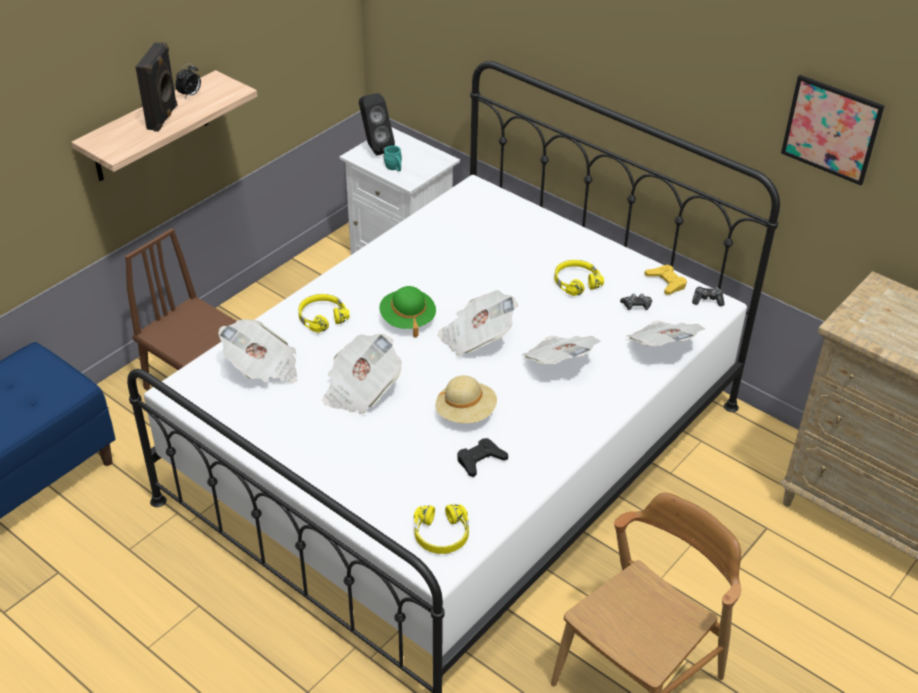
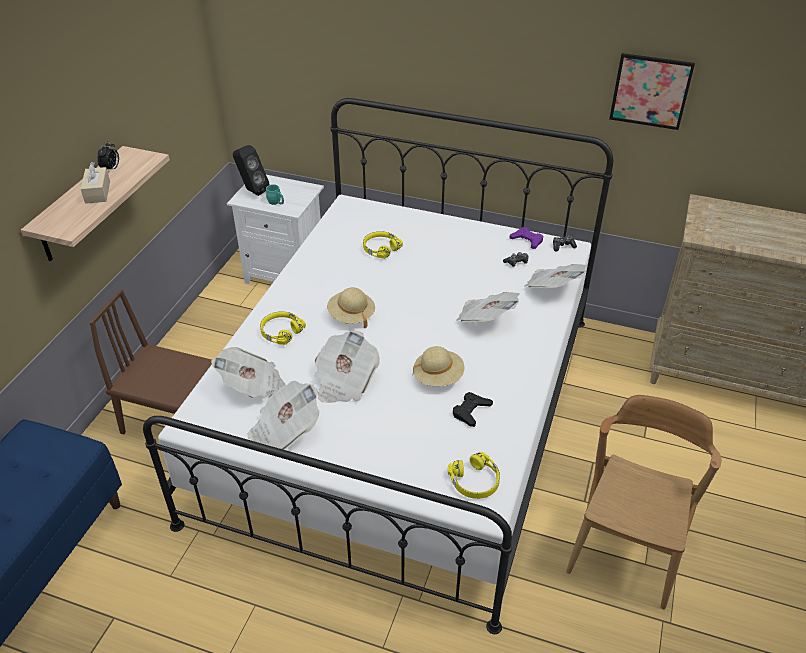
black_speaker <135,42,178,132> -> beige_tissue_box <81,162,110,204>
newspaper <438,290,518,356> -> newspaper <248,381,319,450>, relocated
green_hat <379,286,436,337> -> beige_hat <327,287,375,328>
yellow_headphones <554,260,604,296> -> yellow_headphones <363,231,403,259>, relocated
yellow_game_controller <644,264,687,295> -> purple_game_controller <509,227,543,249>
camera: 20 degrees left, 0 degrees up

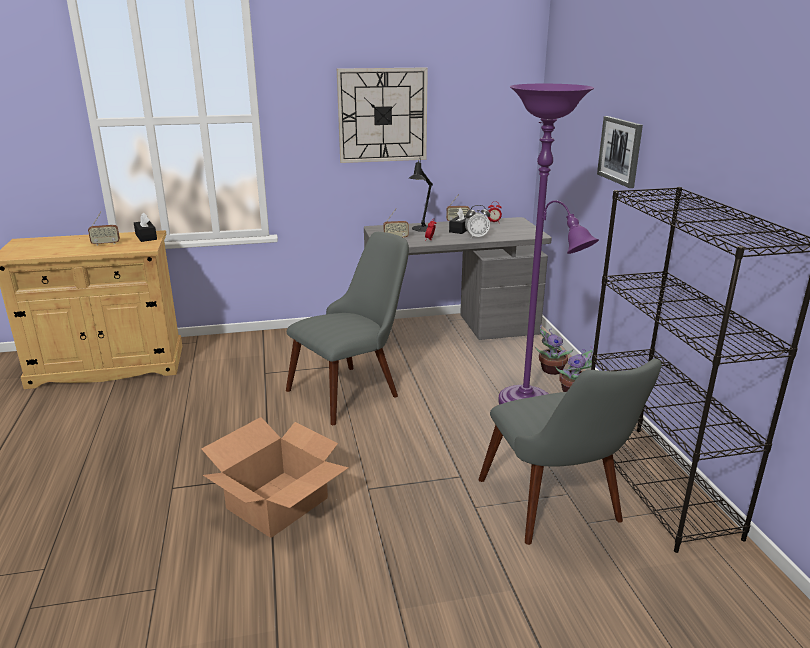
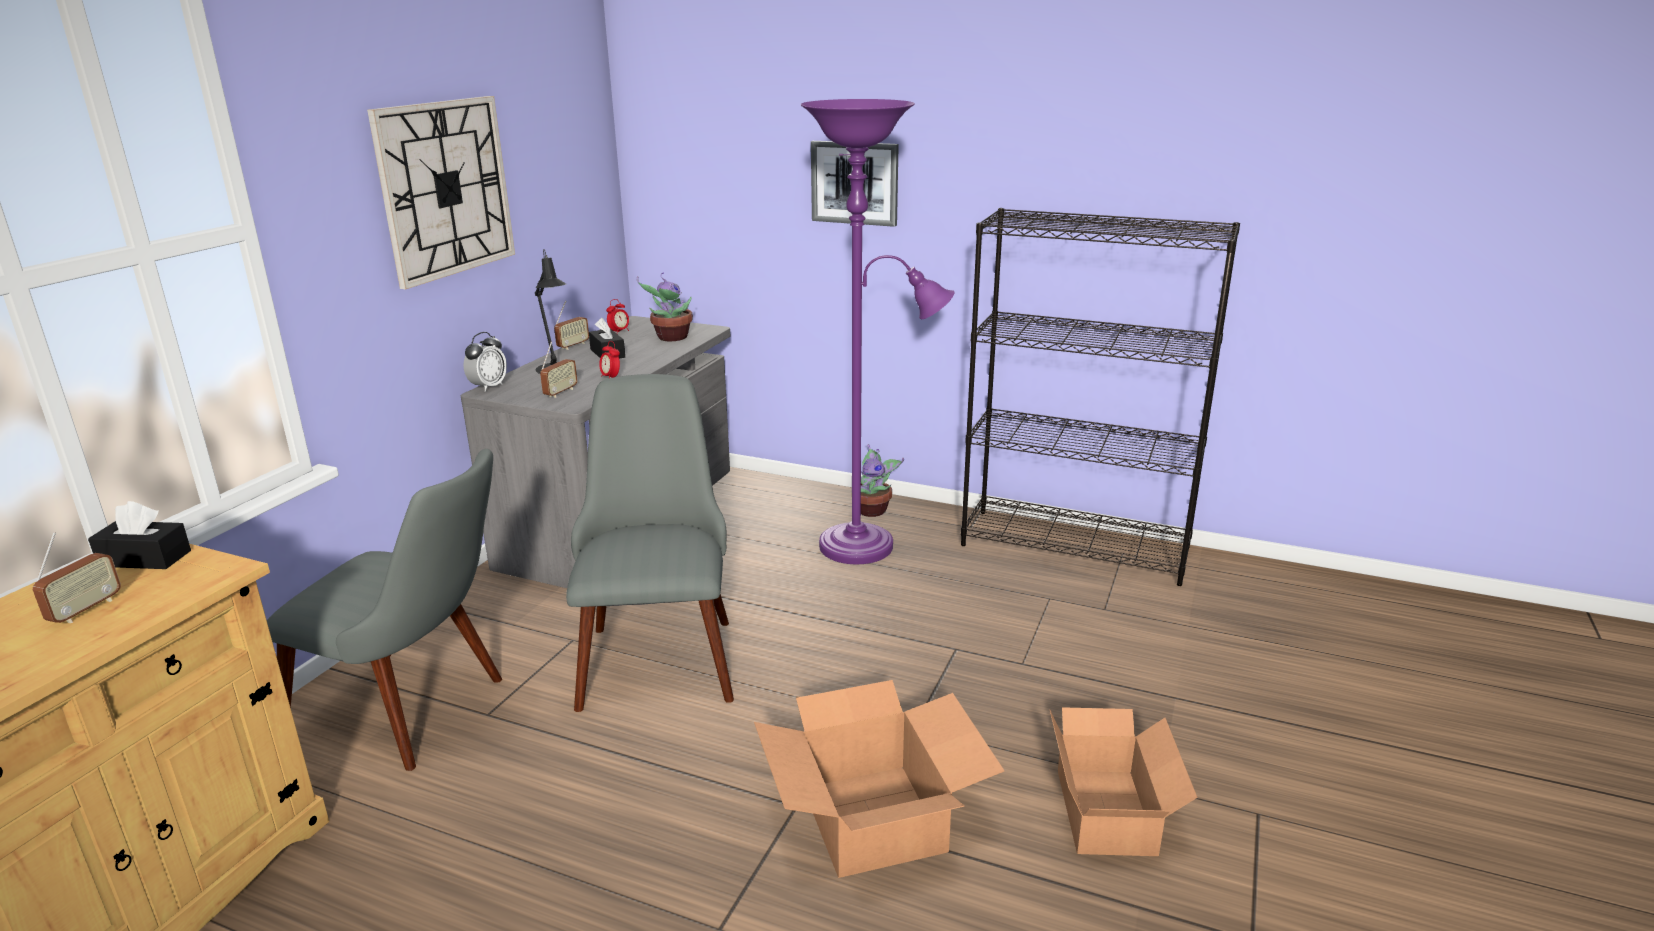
grey_chair <478,359,662,545> -> grey_chair <267,449,502,771>, relocated
alarm_clock <465,205,490,238> -> alarm_clock <463,332,507,392>, relocated
potted_plant <535,325,574,375> -> potted_plant <636,272,693,341>, relocated
none -> cardboard_box <1049,707,1198,856>
camera: 55 degrees left, 0 degrees up

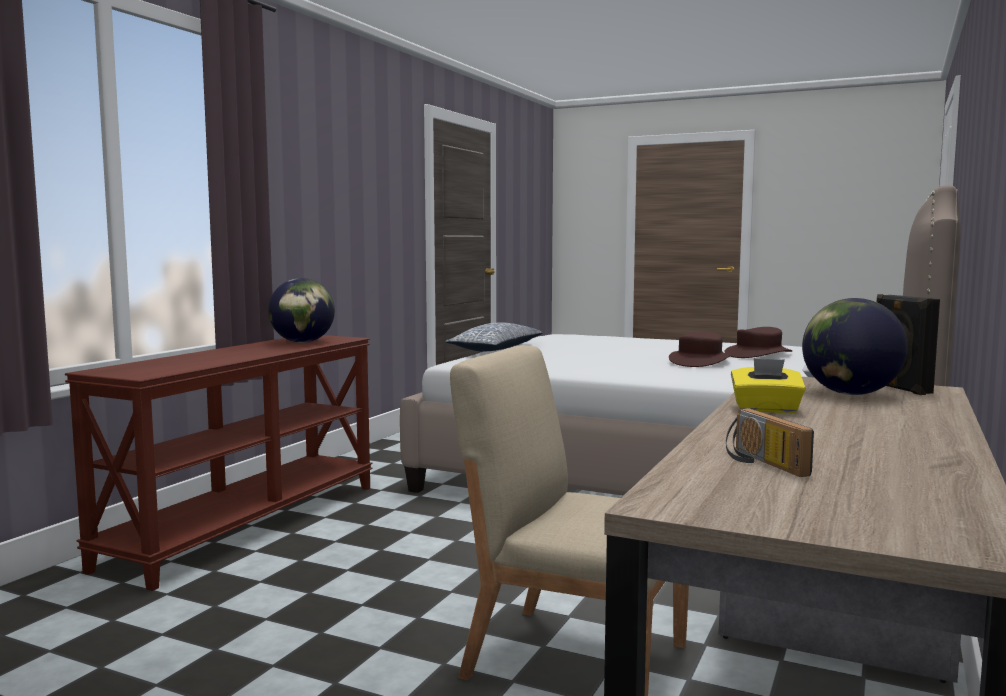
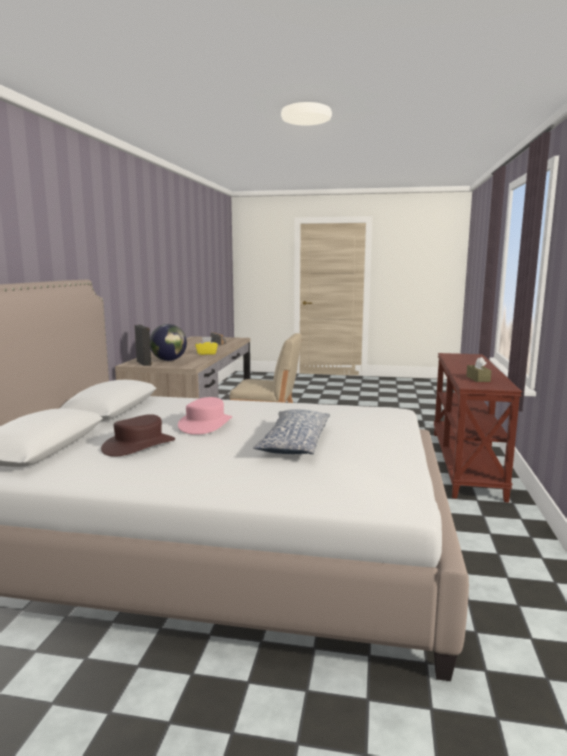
brown_hat <669,331,731,367> -> pink_hat <178,397,232,435>
pillow <445,322,543,351> -> pillow <253,409,330,454>, relocated
globe <268,278,335,343> -> brown_tissue_box <466,357,492,382>
camera: 165 degrees right, 5 degrees up

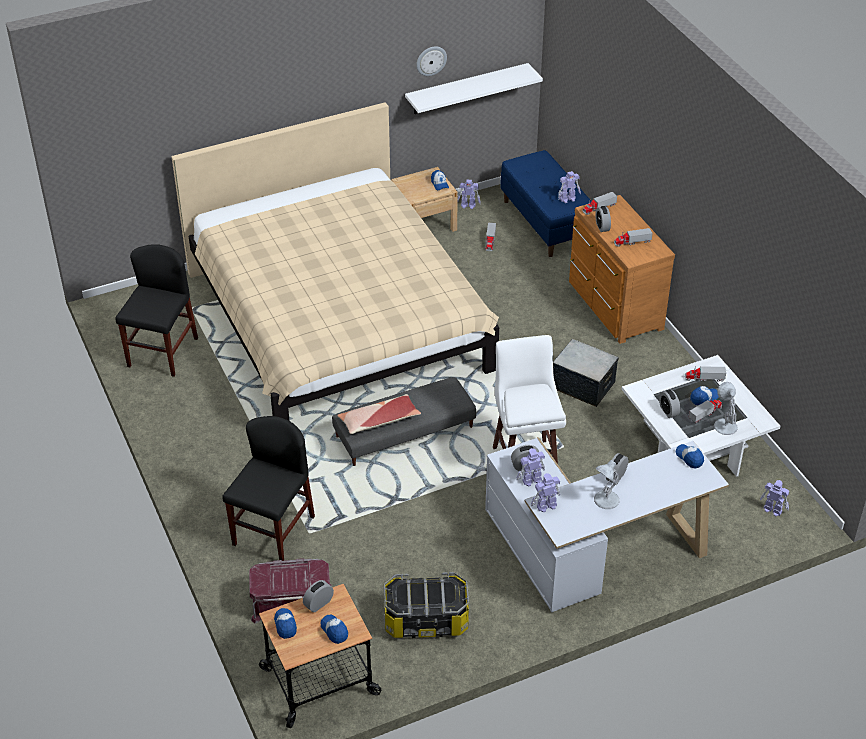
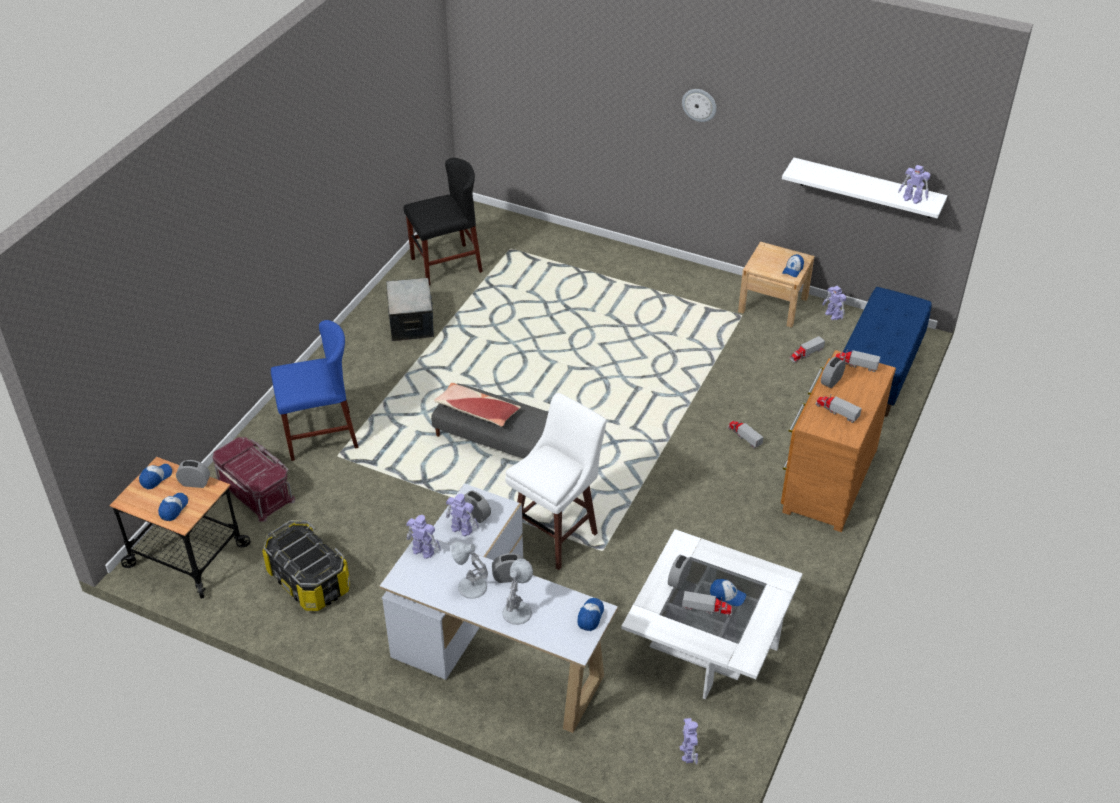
black_chair <222,416,315,561> -> blue_chair <271,320,358,461>
storage_box <553,339,619,407> -> storage_box <386,278,434,341>, relocated
white_table_lamp <714,382,738,435> -> white_table_lamp <502,559,533,625>, relocated
wall_clock <416,46,447,76> -> wall_clock <682,89,717,122>, relocated
toy_truck <685,366,726,382> -> toy_truck <728,420,763,449>, relocated
toy_robot <558,171,581,203> -> toy_robot <898,165,930,204>, relocated
beige_bed <172,103,499,421> -> none
camera: 50 degrees right, 0 degrees up

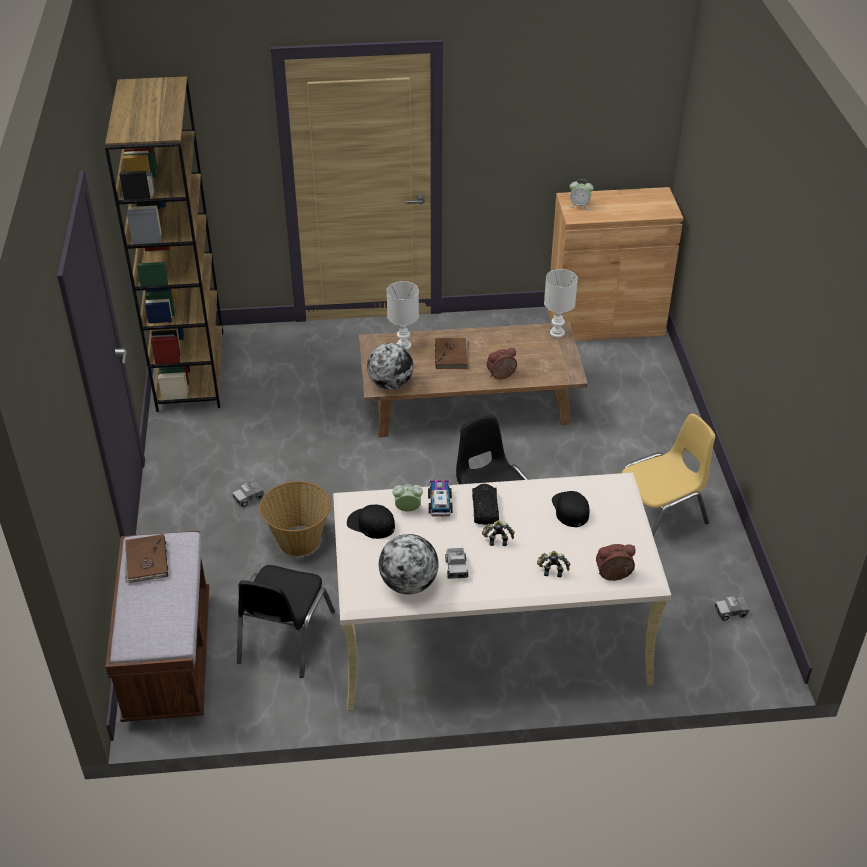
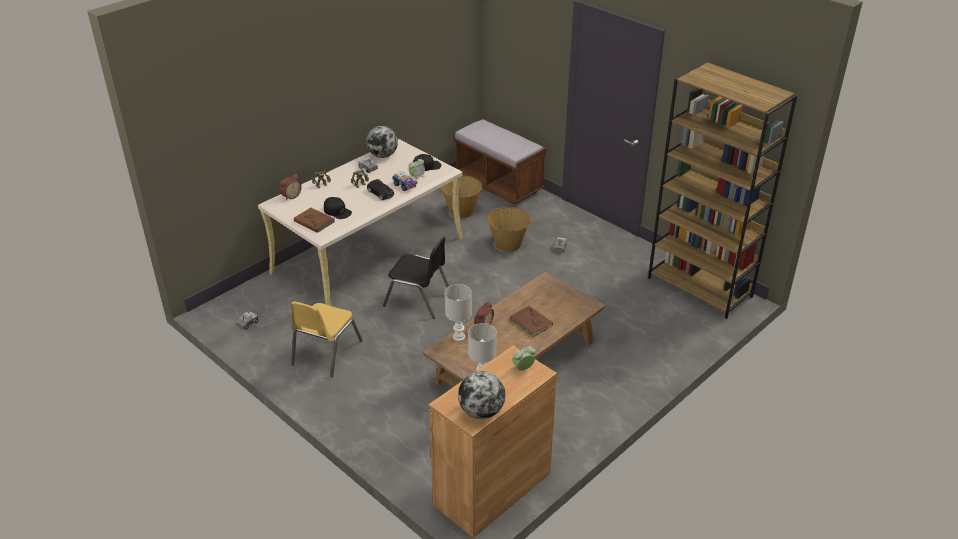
brown_book <125,534,168,583> -> brown_book <294,207,335,233>, relocated
black_chair <237,565,335,678> -> basket <440,175,482,218>
white_table_lamp <387,281,419,350> -> white_table_lamp <445,284,472,341>, relocated
globe <367,343,414,390> -> globe <458,371,505,419>, relocated
camera: 140 degrees right, 5 degrees down

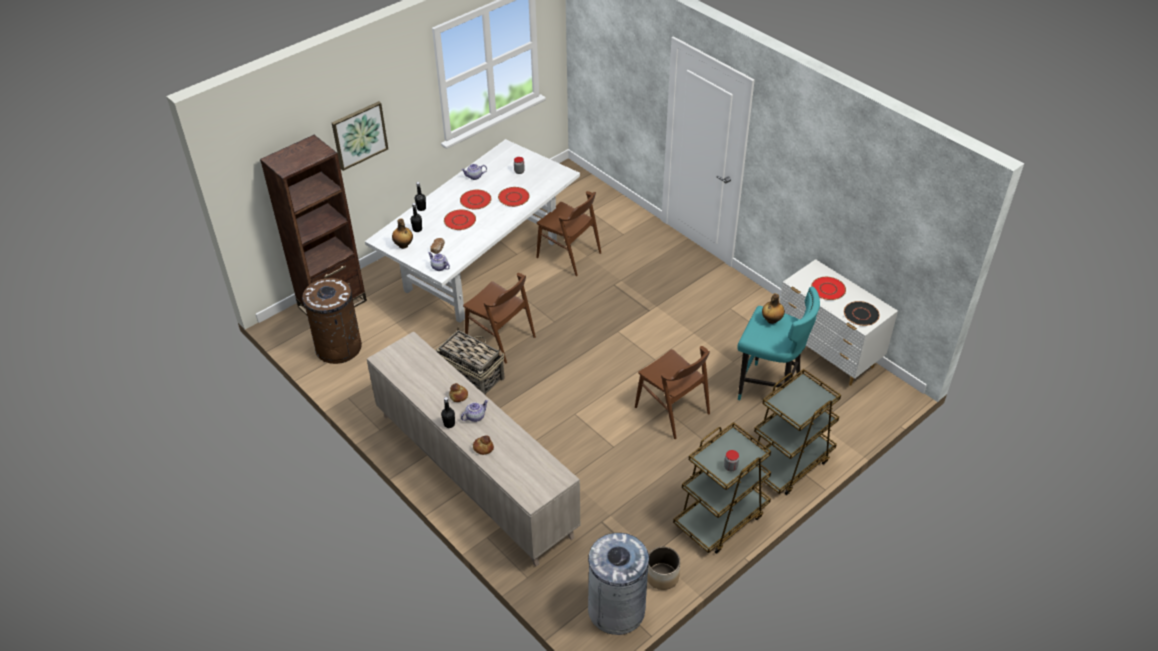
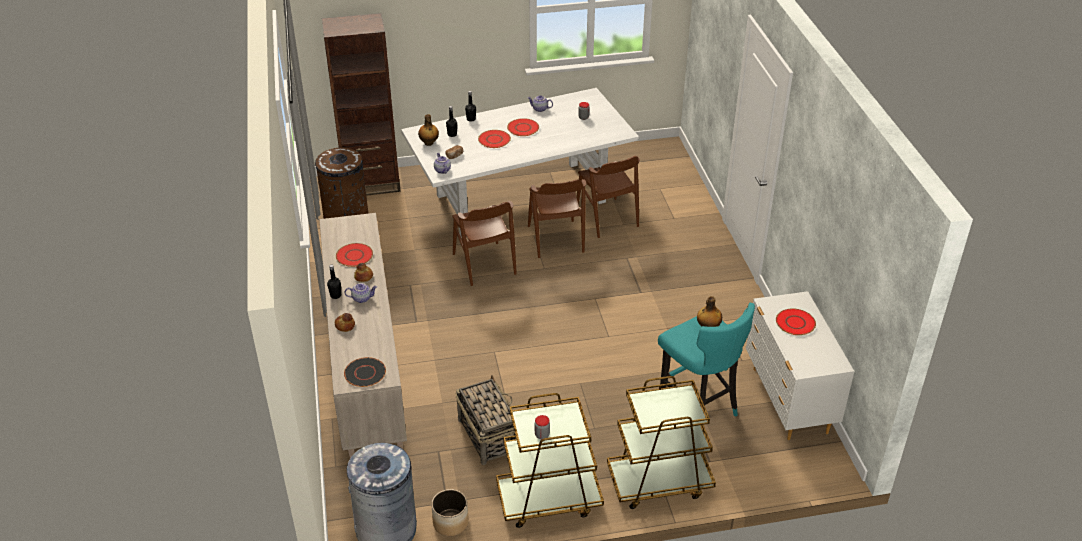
red_plate <498,187,530,207> -> red_plate <336,243,373,267>, relocated
black_plate <844,301,880,326> -> black_plate <344,357,386,387>, relocated
basket <436,327,505,394> -> basket <455,375,516,465>, relocated
brown_chair <635,346,710,439> -> brown_chair <528,179,586,258>, relocated
picture <332,101,388,171> -> none
camera: 30 degrees right, 5 degrees down

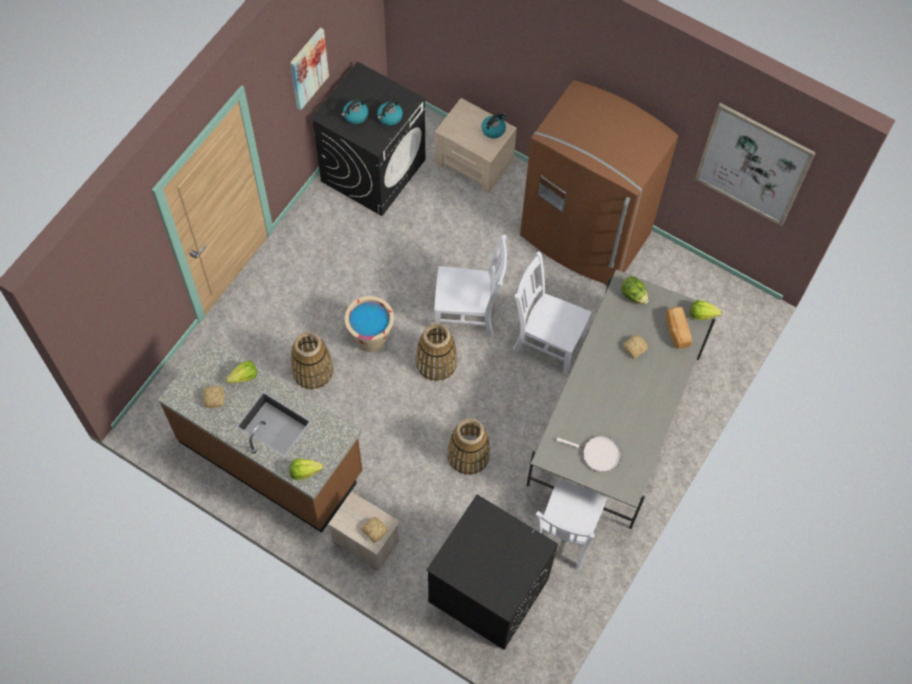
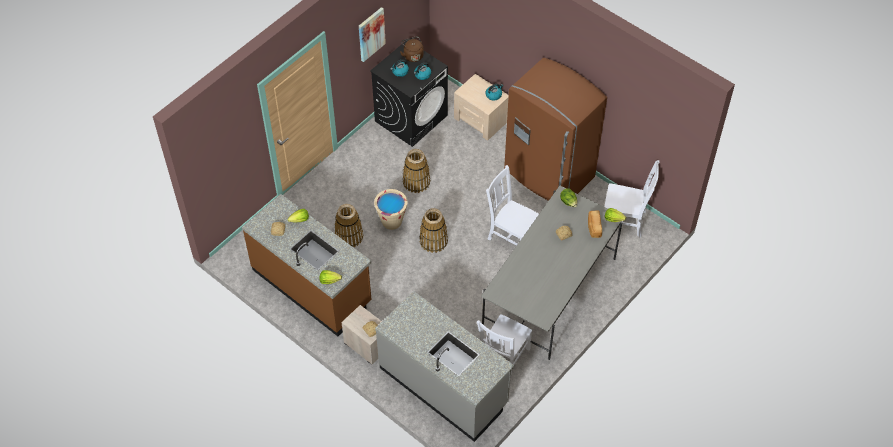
black_washing_machine <426,494,558,650> -> grey_counter <375,291,514,442>
none -> brown_kettle <400,36,424,62>
basket <447,418,490,475> -> basket <403,149,430,193>, relocated
white_chair <434,234,507,337> -> white_chair <605,160,659,237>, relocated
white_frying_pan <557,436,621,472> -> none
picture <695,103,816,226> -> none
camera: 10 degrees right, 10 degrees down

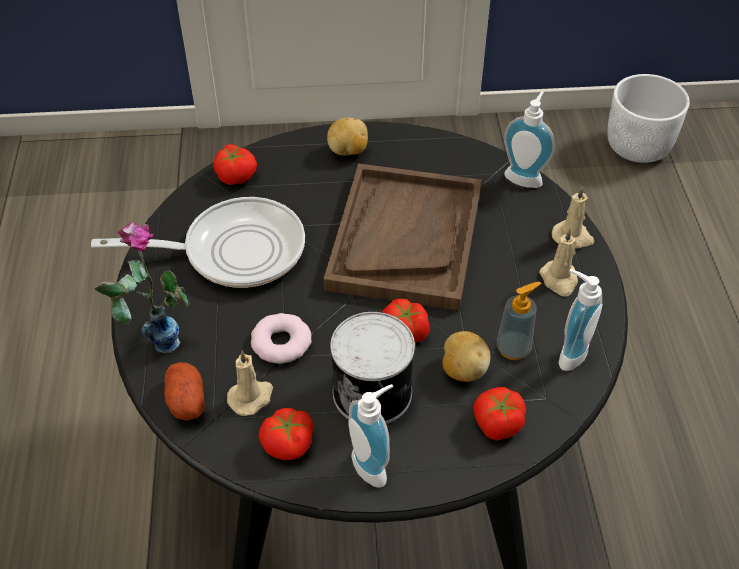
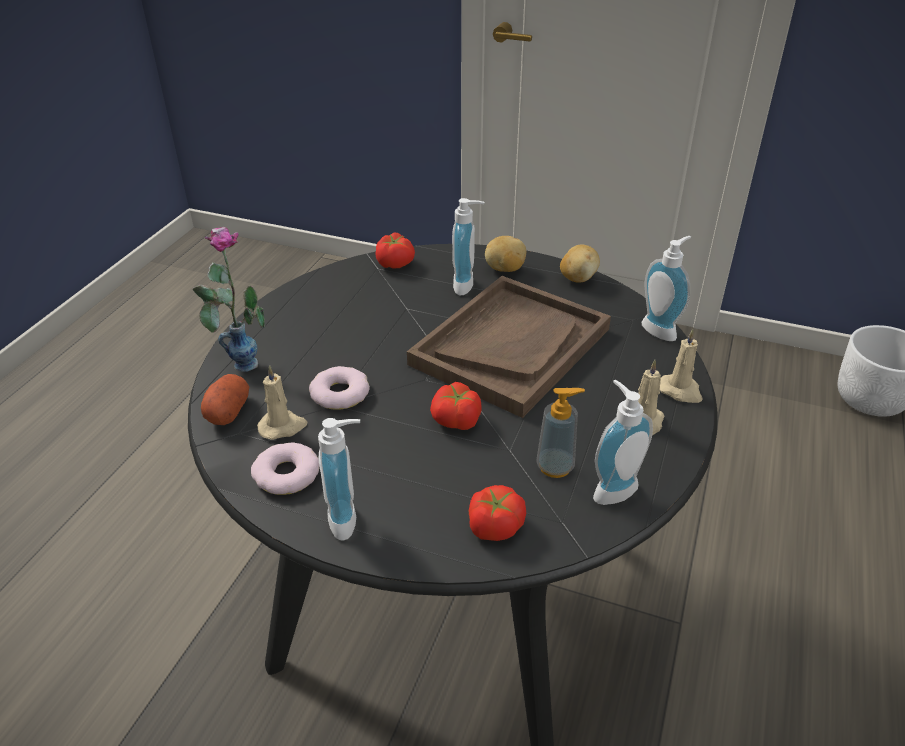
tomato <259,408,314,460> -> donut <251,442,319,495>
none -> soap_dispenser <452,198,485,295>
potato <442,331,490,382> -> potato <560,245,600,283>, relocated
frying_pan <91,197,305,288> -> none
can <330,312,415,424> -> none
camera: 25 degrees right, 10 degrees down

